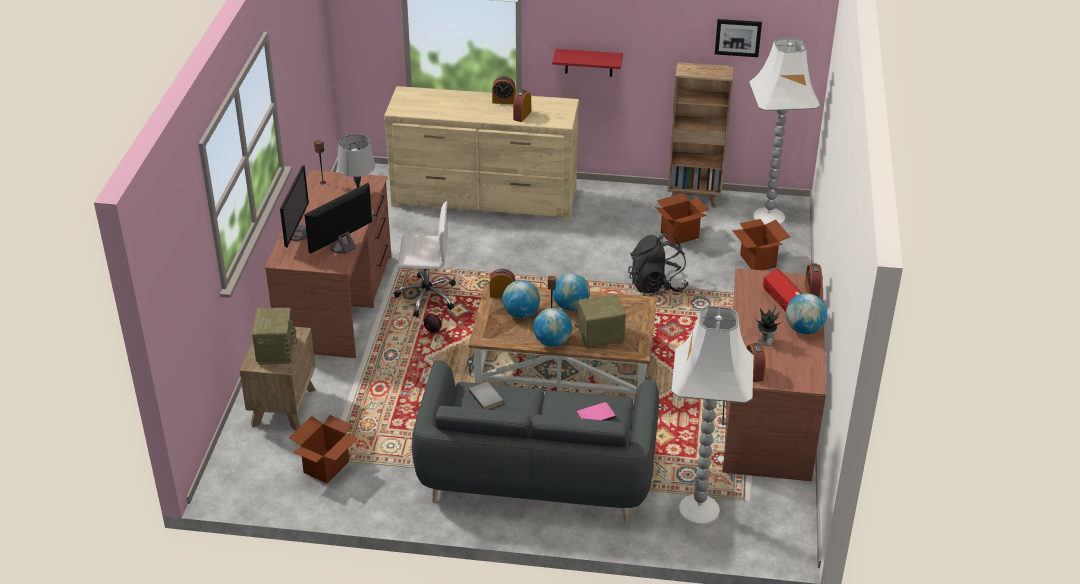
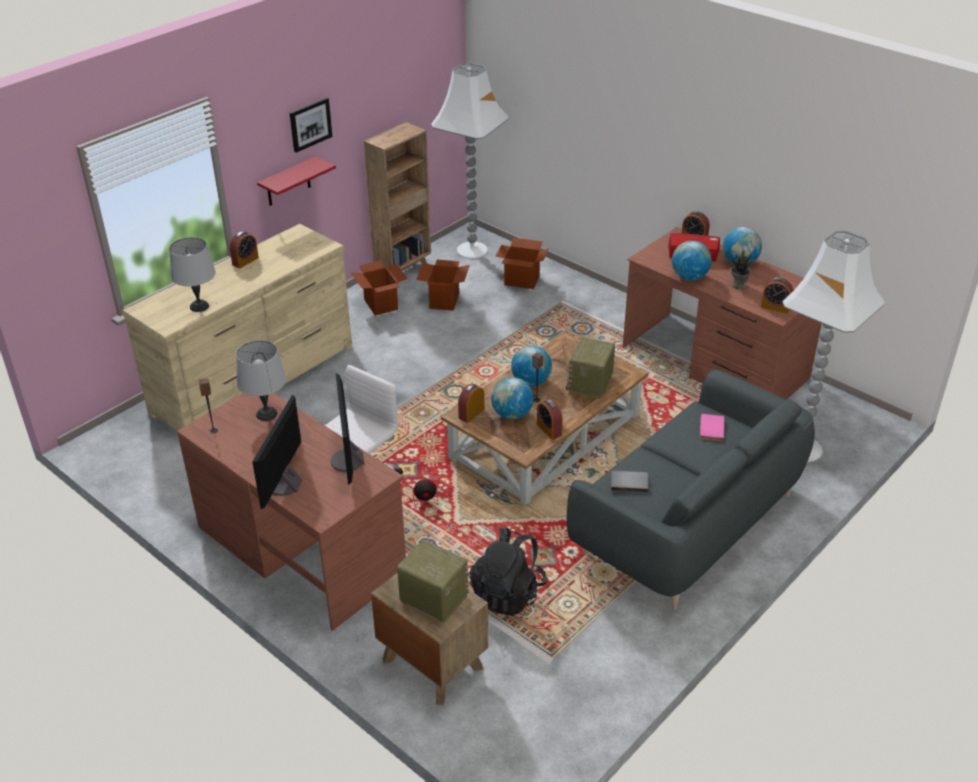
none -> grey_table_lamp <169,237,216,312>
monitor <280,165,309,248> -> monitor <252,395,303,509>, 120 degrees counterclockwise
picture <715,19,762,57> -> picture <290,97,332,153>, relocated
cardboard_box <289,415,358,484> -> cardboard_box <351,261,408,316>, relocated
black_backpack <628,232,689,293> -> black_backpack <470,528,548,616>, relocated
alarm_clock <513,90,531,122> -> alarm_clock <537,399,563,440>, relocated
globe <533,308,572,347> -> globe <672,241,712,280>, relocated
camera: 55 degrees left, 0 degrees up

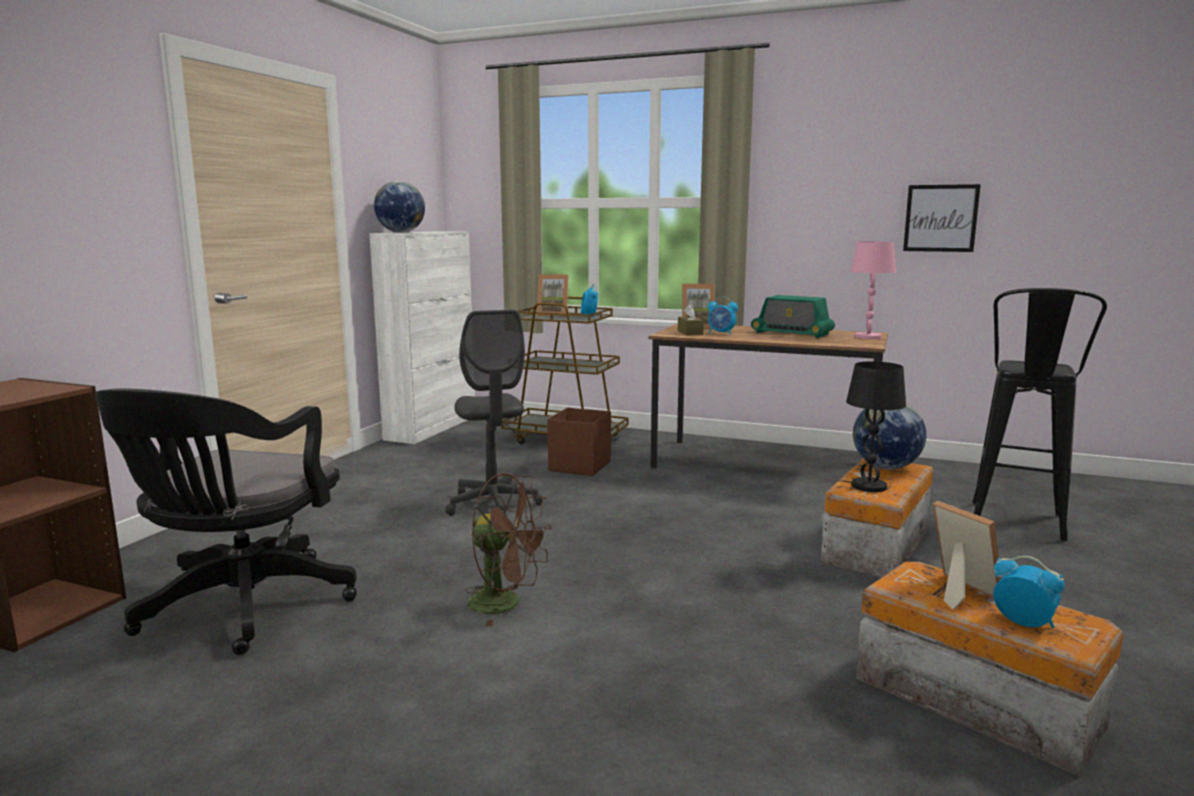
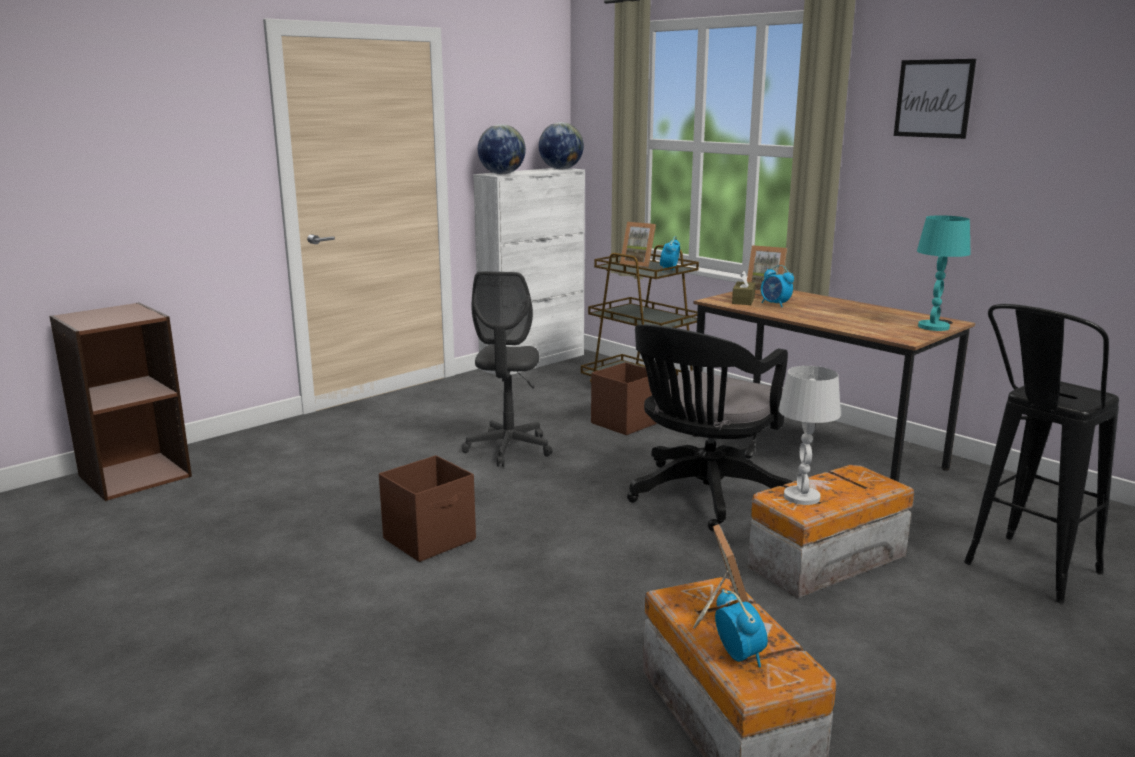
brown_fan <464,473,551,627> -> brown_storage_box <379,455,476,562>
globe <853,404,926,469> -> globe <539,122,584,169>, relocated
black_office_chair <95,389,357,655> -> black_office_chair <627,324,792,532>, relocated
black_table_lamp <846,361,906,492> -> white_table_lamp <778,366,841,505>
picture <903,184,981,252> -> picture <894,59,976,139>, relocated
pink_table_lamp <851,241,896,339> -> turquoise_table_lamp <917,215,971,331>
radio <751,295,835,338> -> none
camera: 25 degrees right, 5 degrees up

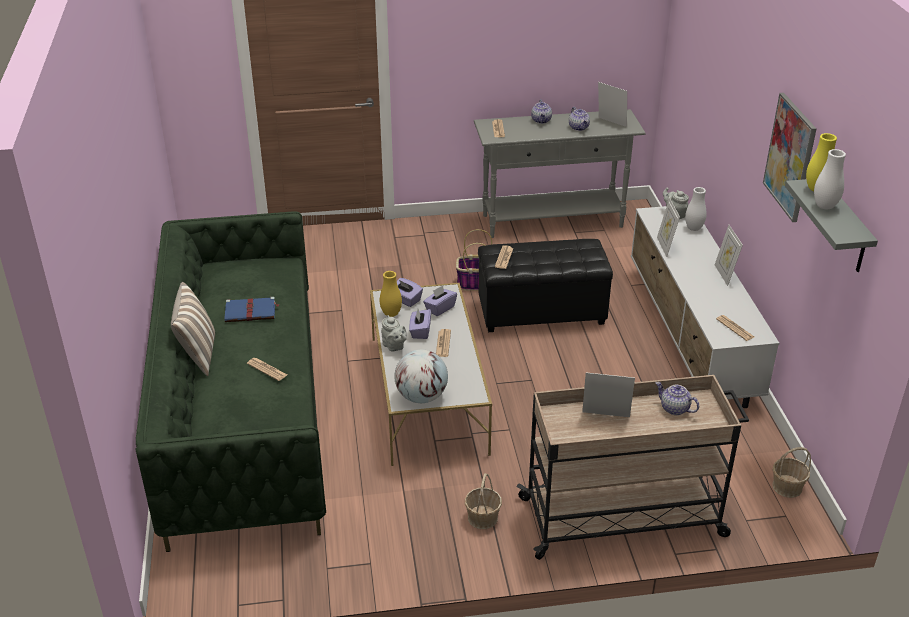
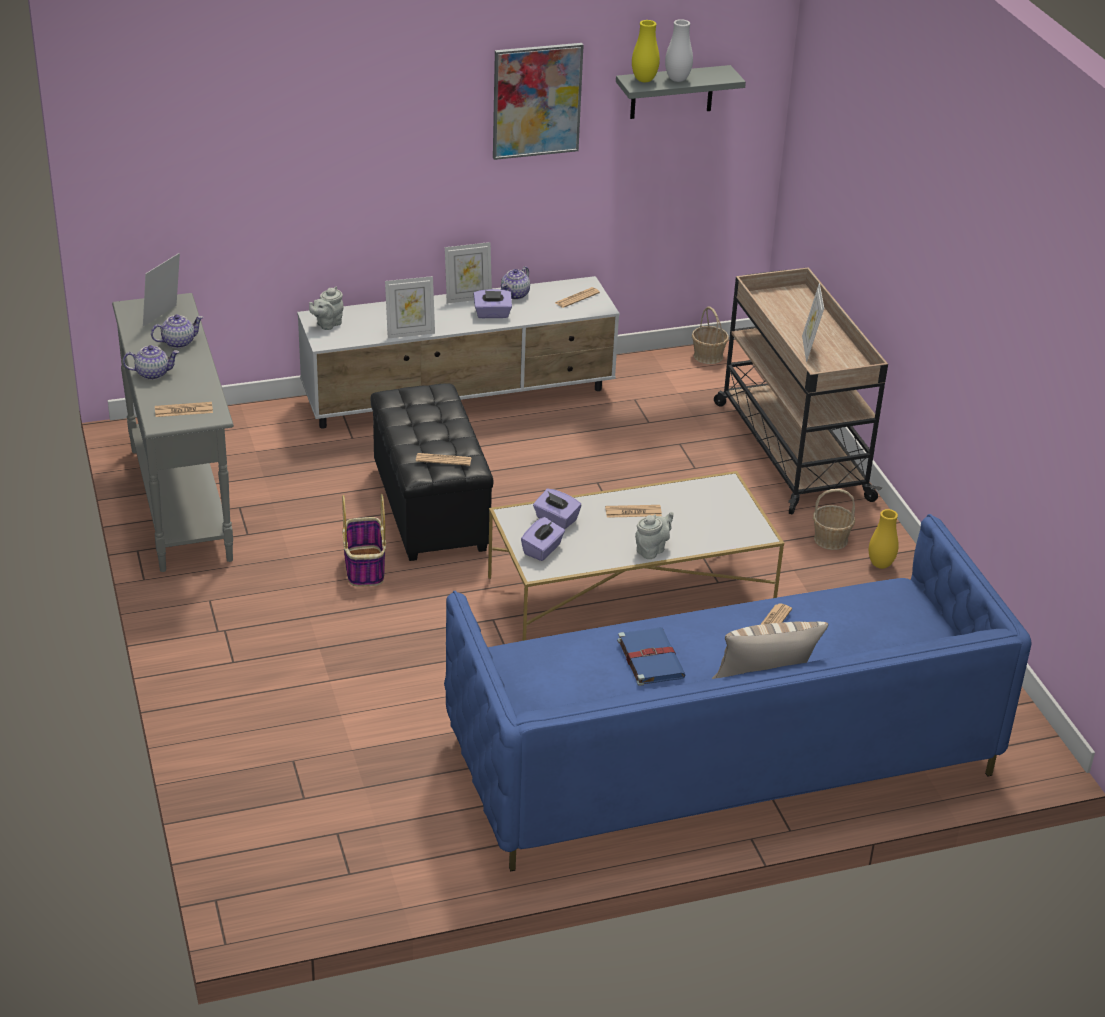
green_sofa <136,211,326,552> -> blue_sofa <444,514,1032,871>
purple_tissue_box <409,309,431,339> -> purple_tissue_box <474,289,512,318>, relocated
teapot <656,382,699,415> -> teapot <501,266,530,300>, relocated
yellow_vase <380,271,402,317> -> yellow_vase <869,509,899,569>, relocated
globe <394,350,448,403> -> none
white_vase <685,187,707,231> -> none
camera: 100 degrees left, 0 degrees up

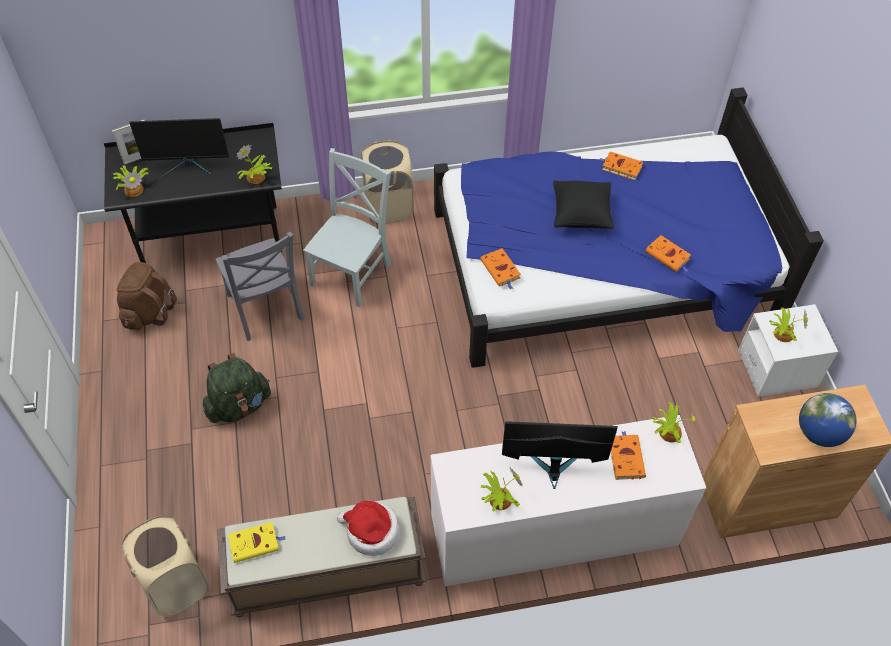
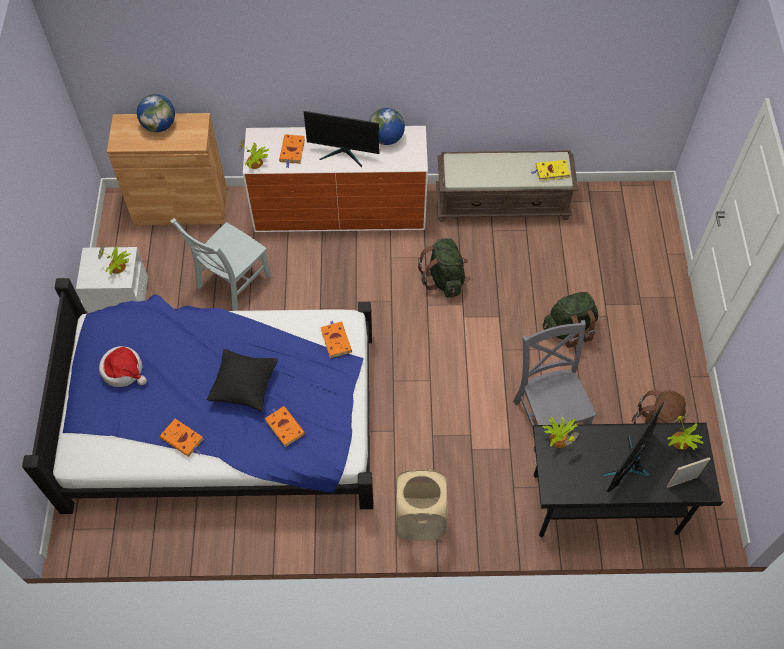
hat <337,500,400,556> -> hat <99,346,147,387>, relocated
grey_chair <303,148,391,307> -> grey_chair <170,218,271,311>, relocated
orange_book <645,235,691,272> -> orange_book <265,406,305,447>, relocated
potted_plant <480,466,523,512> -> globe <369,108,405,145>
none -> green_backpack <418,238,468,298>
monitor <129,118,229,178> -> monitor <602,402,664,492>, 60 degrees counterclockwise
beige_laundry_basket <121,515,209,617> -> none
camera: 170 degrees left, 5 degrees up

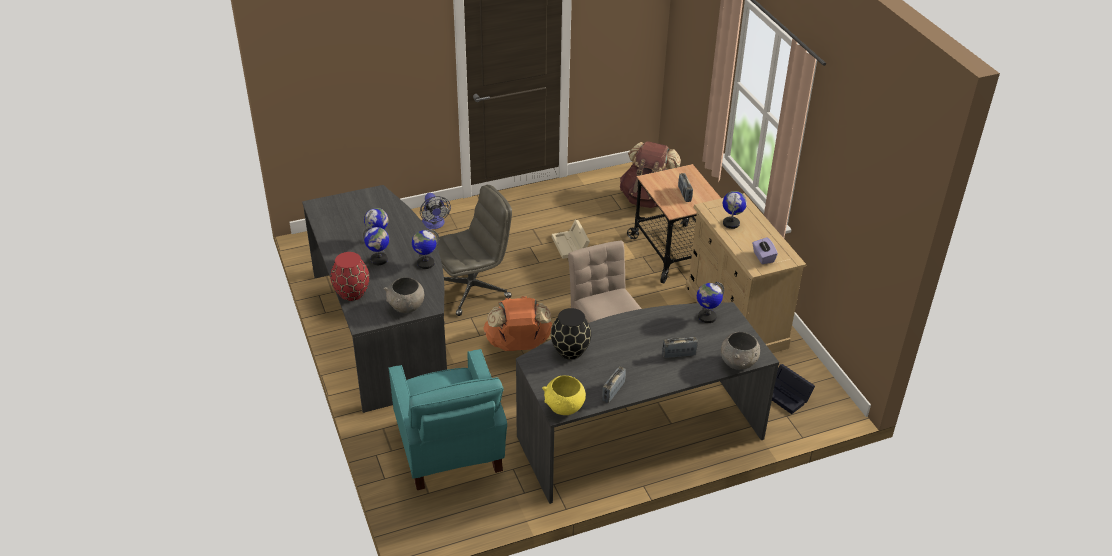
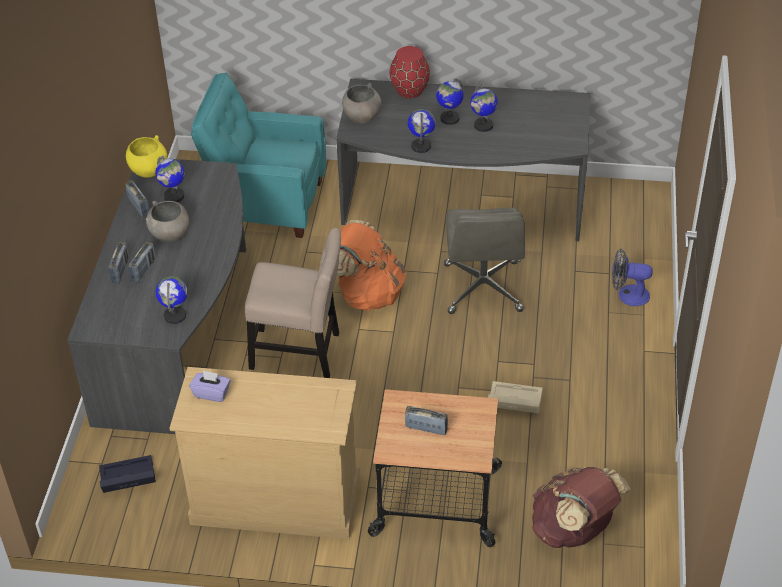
none -> radio <109,242,129,283>
grey_bowl <721,332,760,370> -> grey_bowl <146,201,189,242>, relocated
globe <723,191,747,229> -> globe <155,156,185,202>, relocated
black_vase <551,308,591,359> -> none
camera: 120 degrees right, 5 degrees up

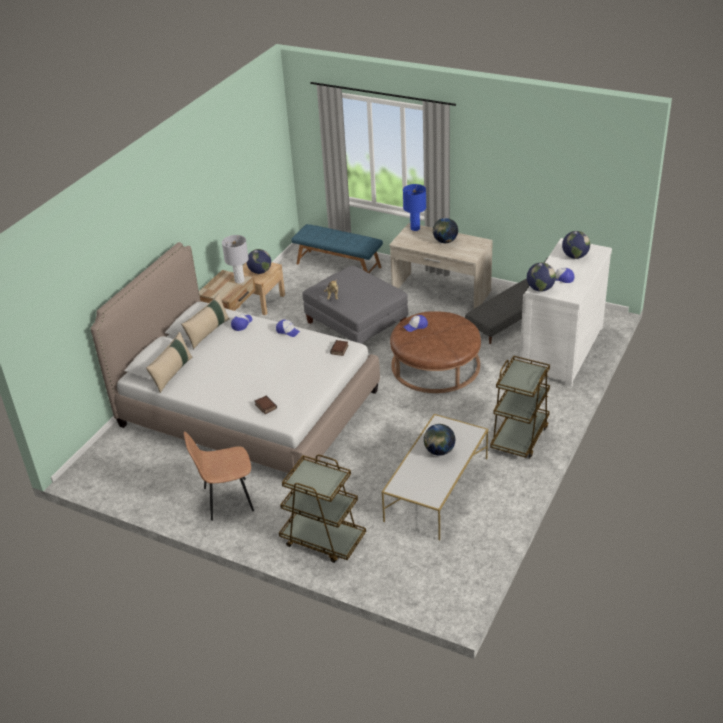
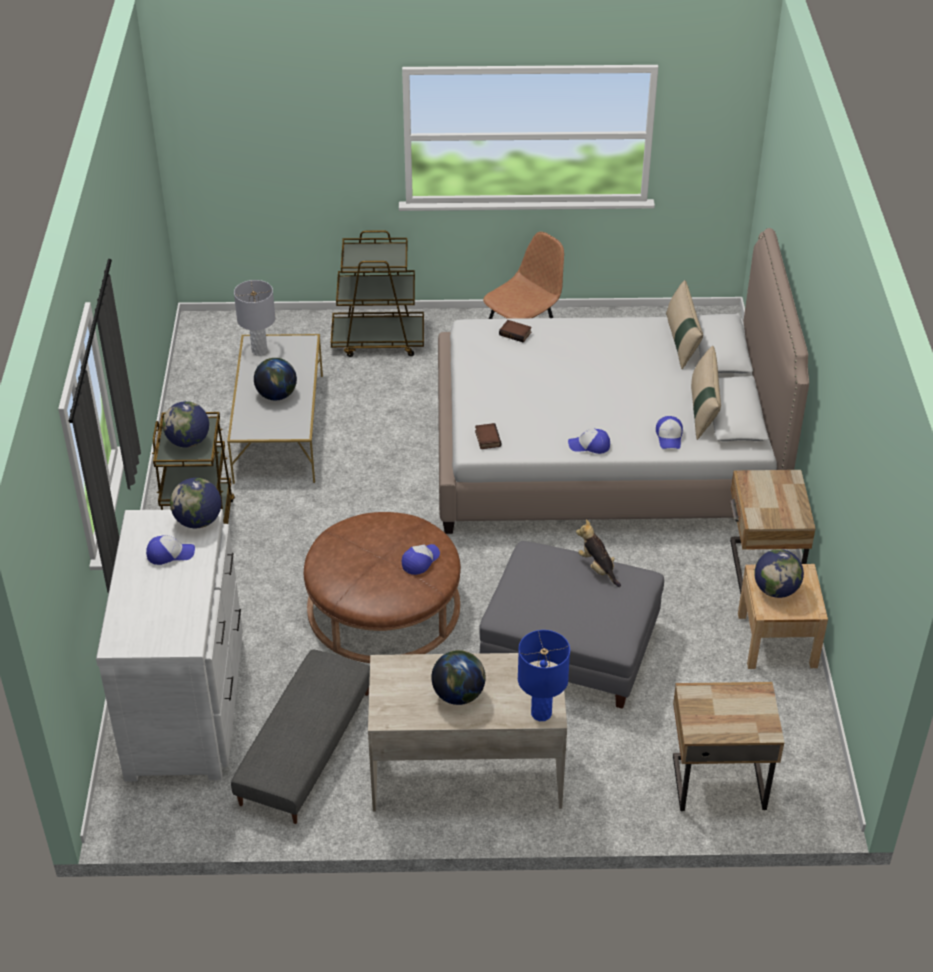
globe <562,231,590,259> -> globe <163,401,209,448>, relocated
grey_table_lamp <222,235,249,283> -> grey_table_lamp <234,280,275,356>, relocated
blue_bench <291,224,383,273> -> beige_nightstand <673,682,784,811>
camera: 150 degrees right, 5 degrees up

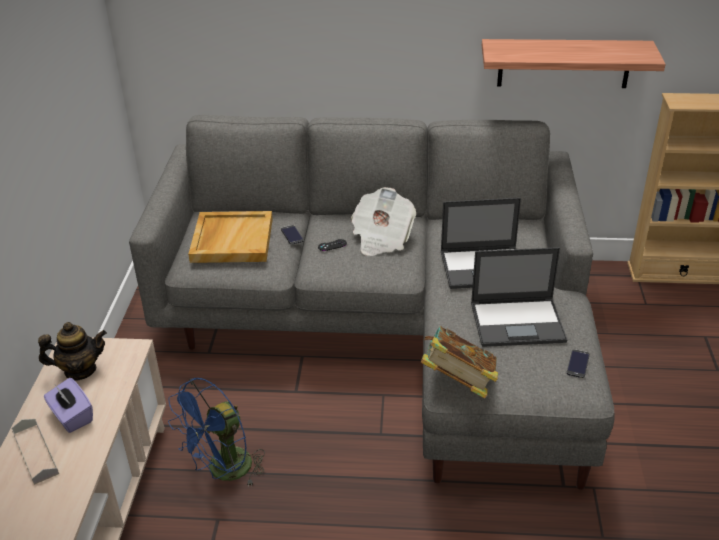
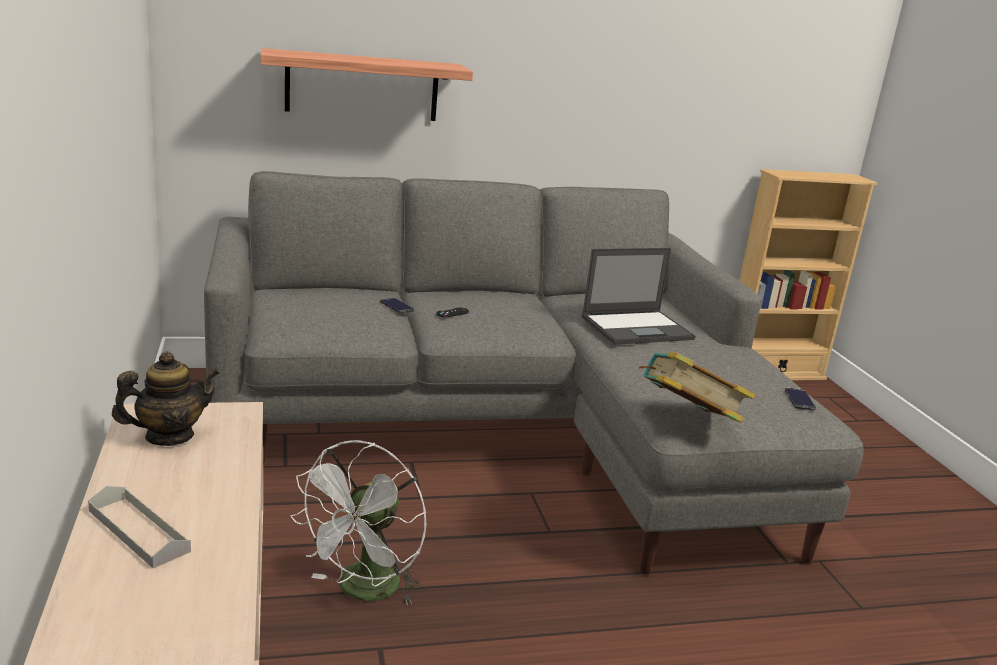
shelf <482,39,666,88> -> shelf <261,48,473,121>, relocated
blue_fan <168,378,265,486> -> white_fan <290,440,426,606>
purple_tissue_box <44,378,93,433> -> none
beige_tray <188,211,273,263> -> none
newspaper <351,187,416,256> -> none
laptop <471,247,568,347> -> none
camera: 20 degrees left, 15 degrees down

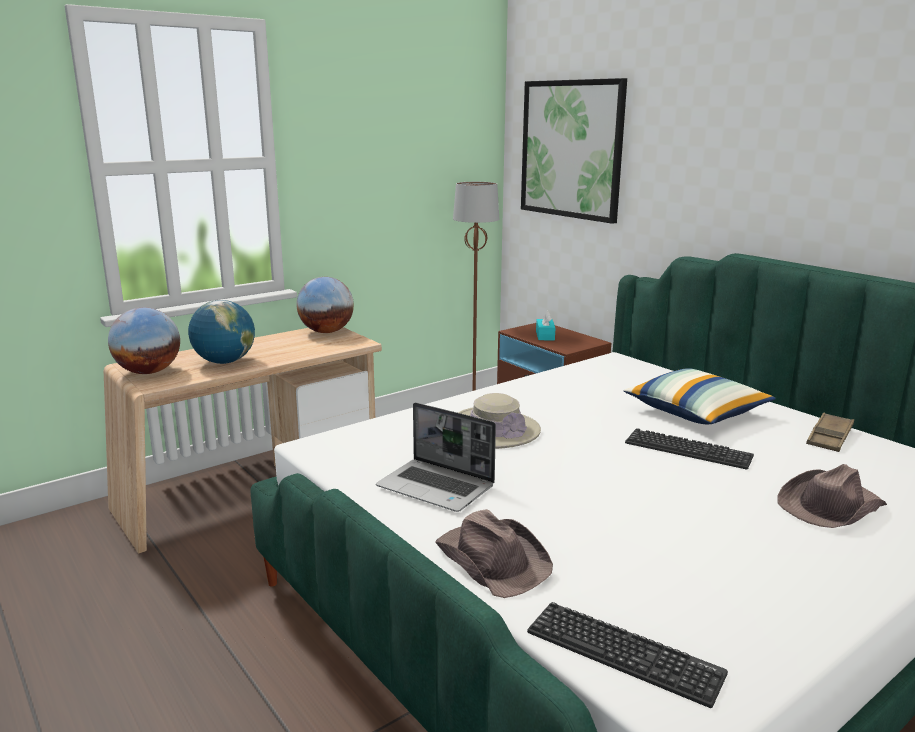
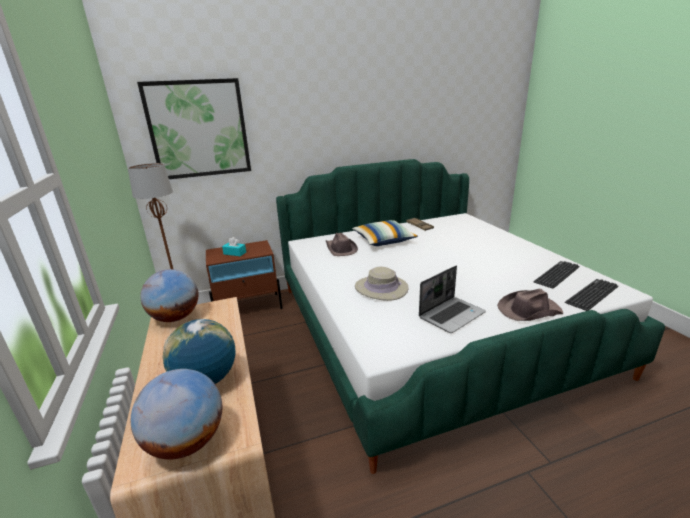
brown_hat <777,464,887,528> -> brown_hat <326,233,358,256>, relocated
keyboard <625,428,754,470> -> keyboard <534,261,579,289>, relocated
camera: 70 degrees left, 5 degrees up

